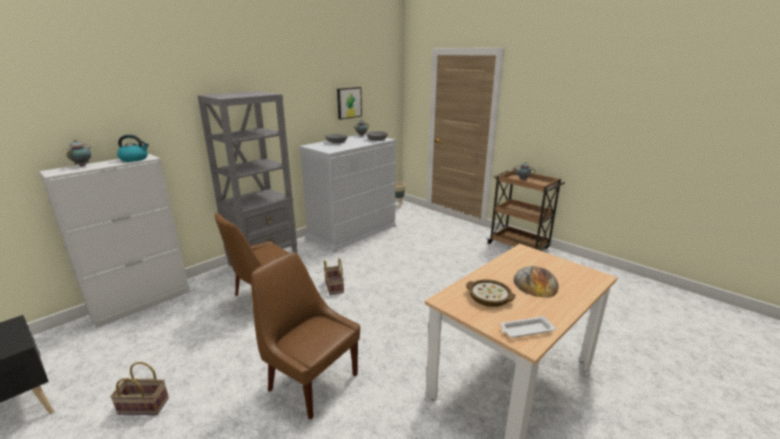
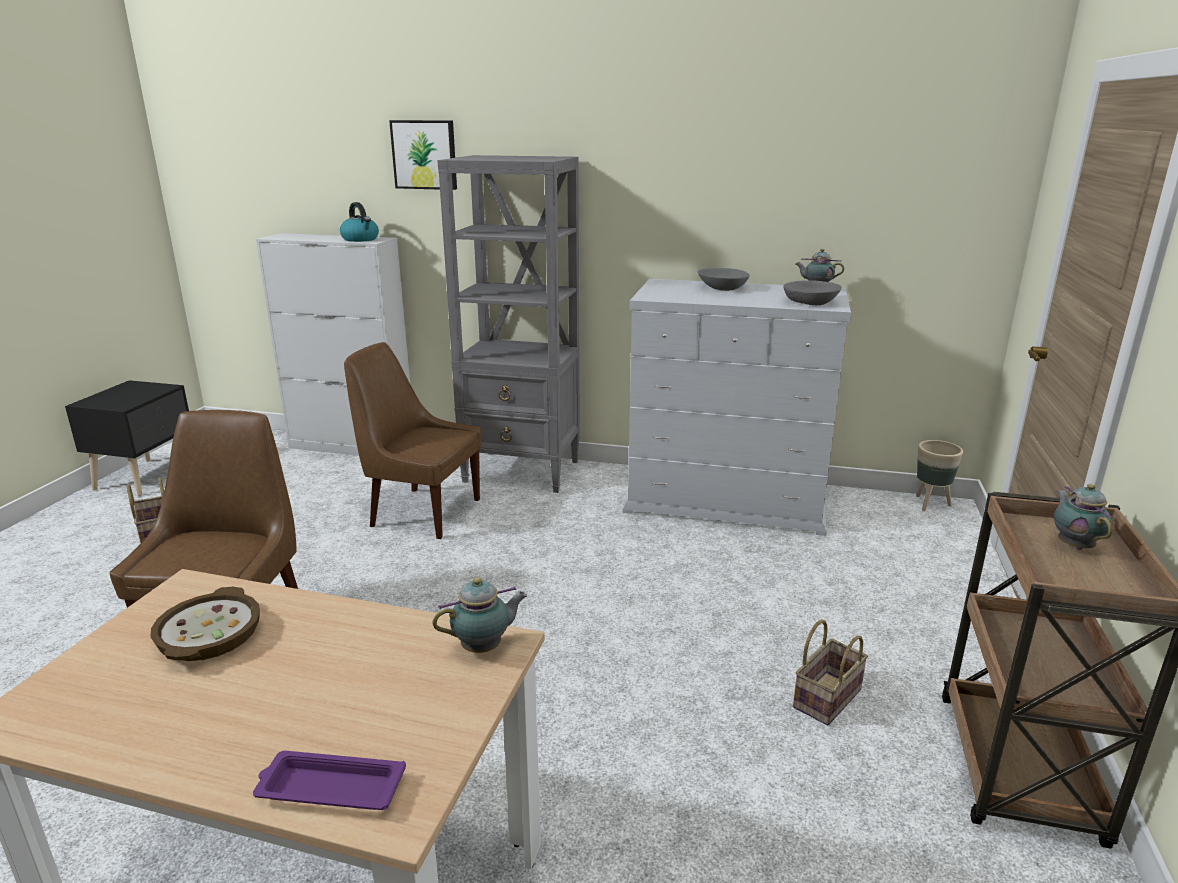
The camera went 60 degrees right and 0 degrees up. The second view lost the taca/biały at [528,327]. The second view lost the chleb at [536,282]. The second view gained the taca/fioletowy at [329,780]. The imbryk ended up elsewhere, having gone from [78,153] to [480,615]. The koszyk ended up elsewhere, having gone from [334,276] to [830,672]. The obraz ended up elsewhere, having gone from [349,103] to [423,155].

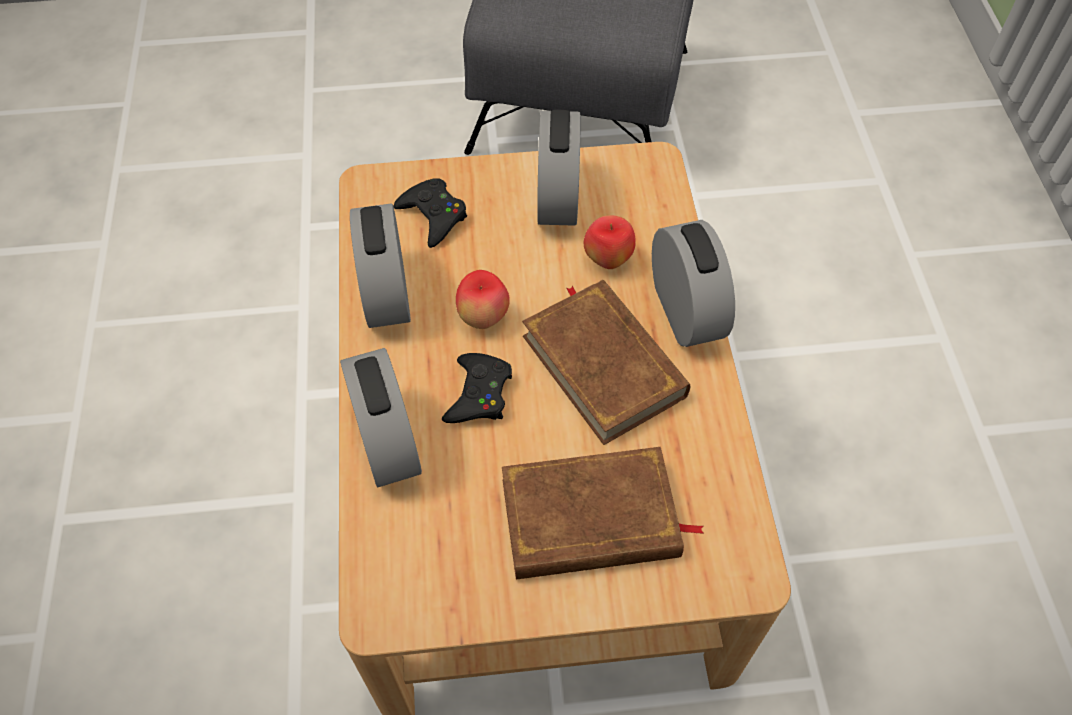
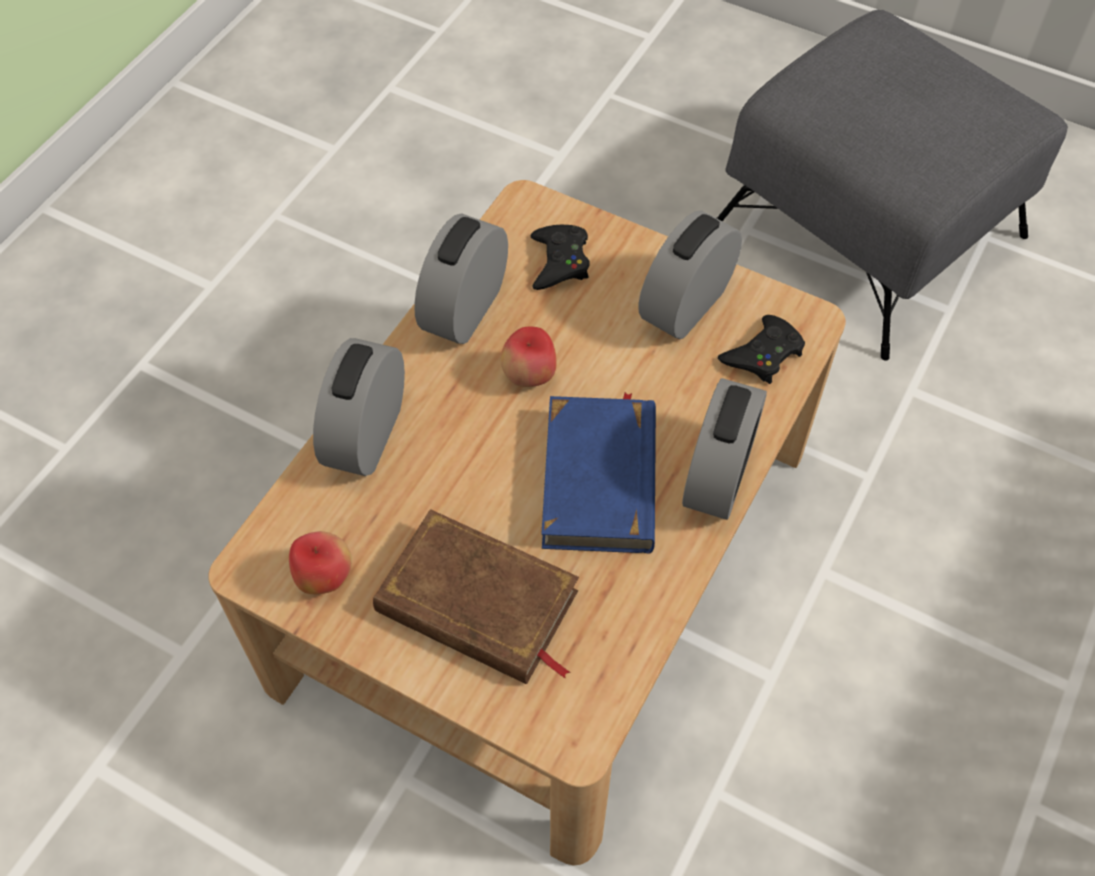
The camera went 35 degrees right and 0 degrees up. The pad do gier/czarny ended up elsewhere, having gone from [477,388] to [761,349]. The jabłko ended up elsewhere, having gone from [610,242] to [320,562]. What was the książka/brązowy at [606,362] turned into the książka/niebieski at [599,472].

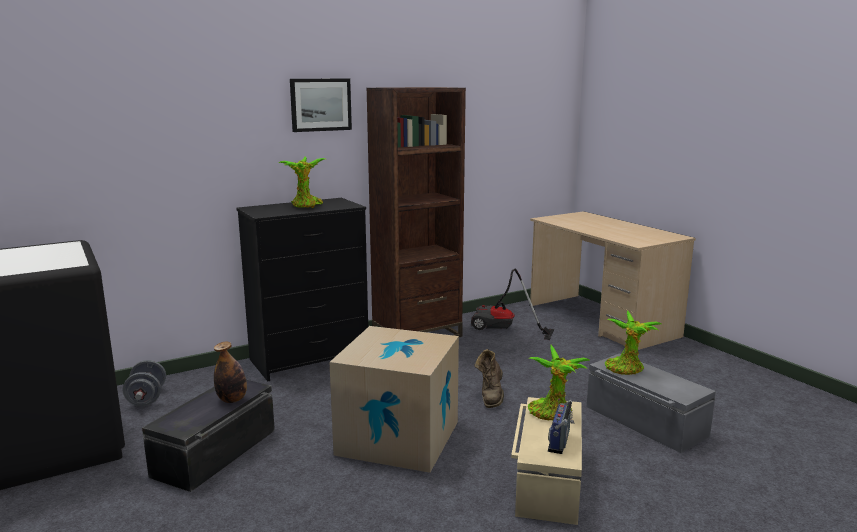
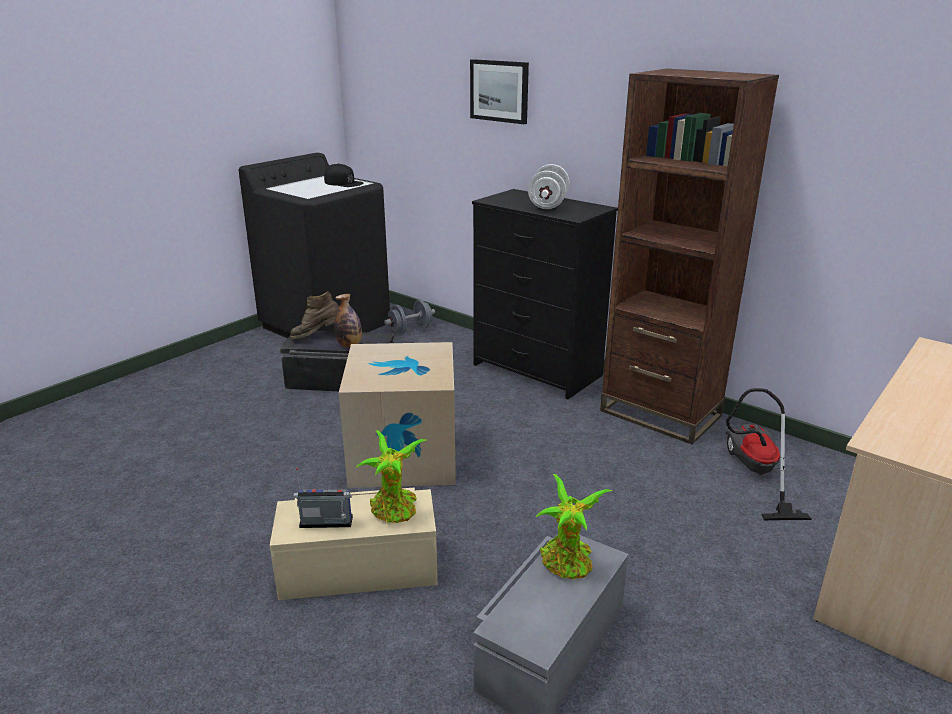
The camera went 70 degrees right and 10 degrees up. The second view gained the czapka z daszkiem/czarny at [343,175]. The obraz ended up elsewhere, having gone from [321,105] to [499,91]. The but z cholewką/brązowy ended up elsewhere, having gone from [489,378] to [314,315]. Where the roślina doniczkowa stood at [302,182], the hantel/biały came to stand at [548,186].

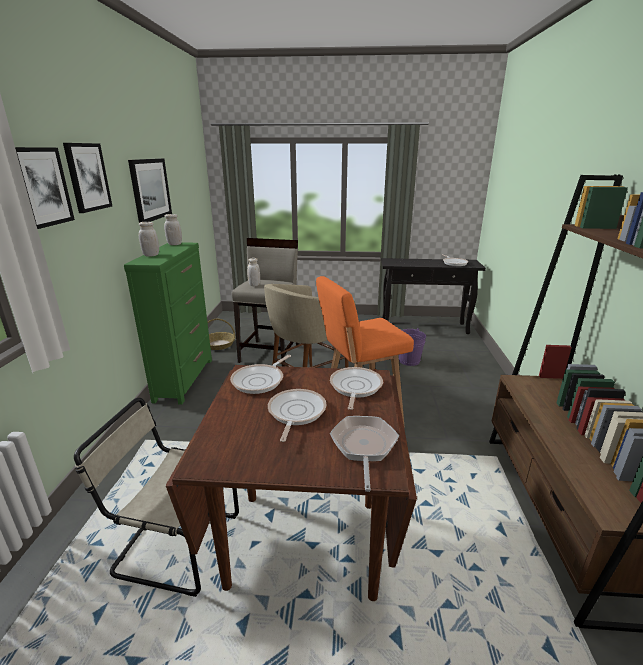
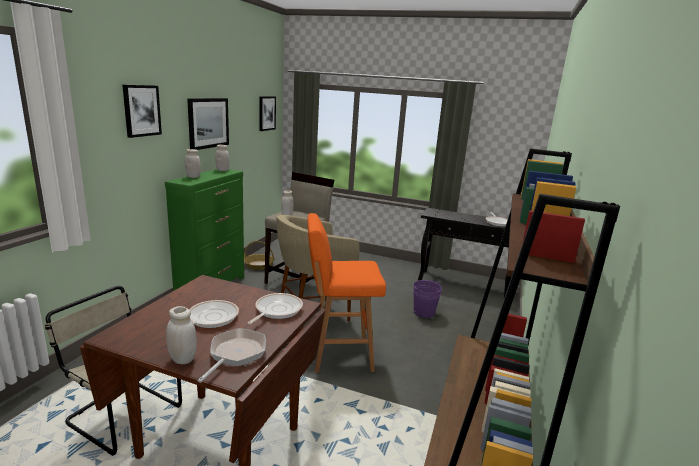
The camera went 15 degrees right and 5 degrees down. The second view lost the patelnia at [260,374]. The second view gained the słoik/biały at [181,335]. The obraz ended up elsewhere, having gone from [45,188] to [267,113].

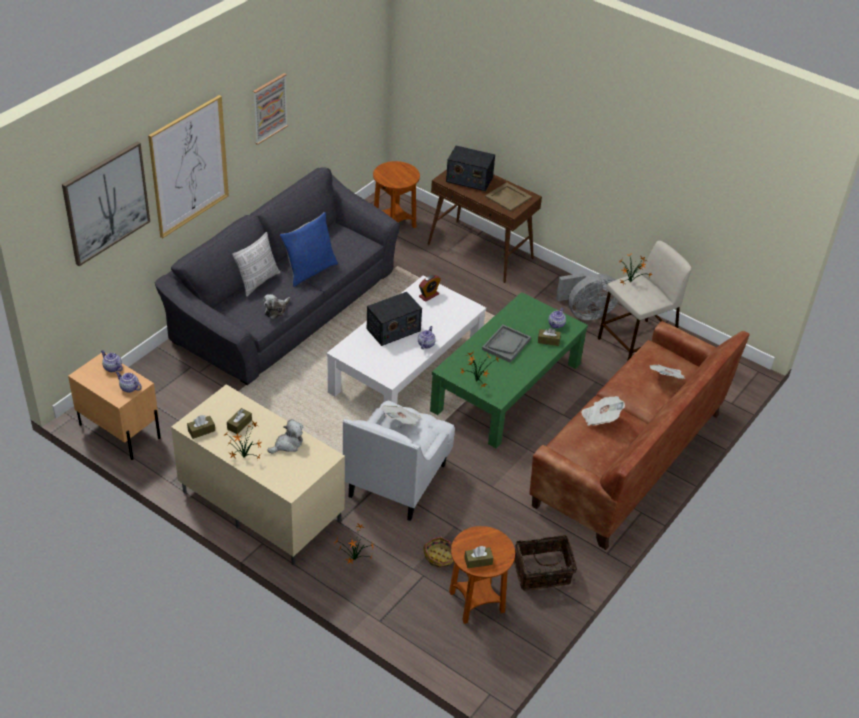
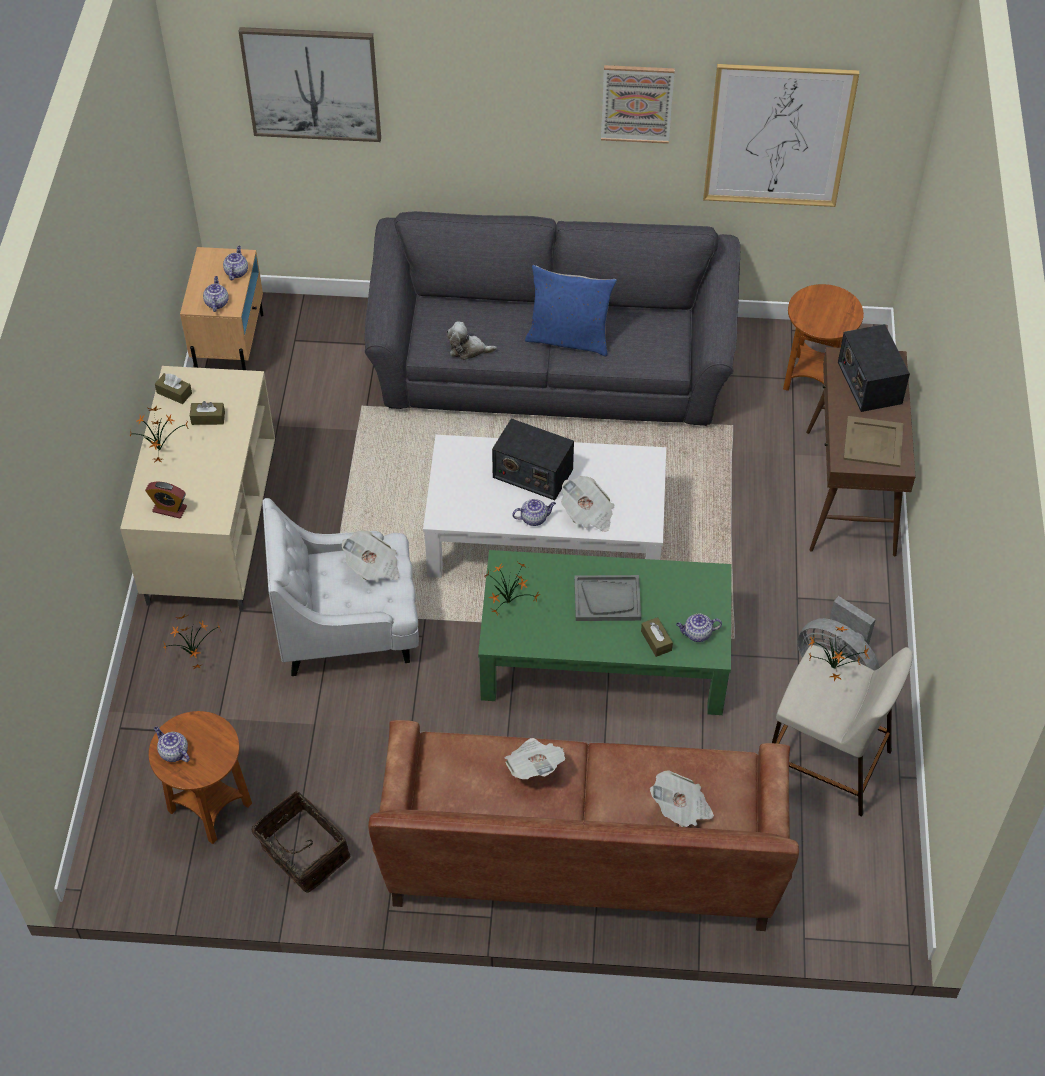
The camera went 60 degrees right and 10 degrees up. The second view lost the poduszka at [256,264]. The second view lost the pluszak at [285,436]. The second view lost the koszyk at [438,552]. The second view gained the gazeta at [587,504]. The obraz ended up elsewhere, having gone from [188,166] to [781,135]. The budzik ended up elsewhere, having gone from [430,288] to [166,500]. Where the pudełko chusteczek/brązowy stood at [478,557], the imbryk came to stand at [172,744].

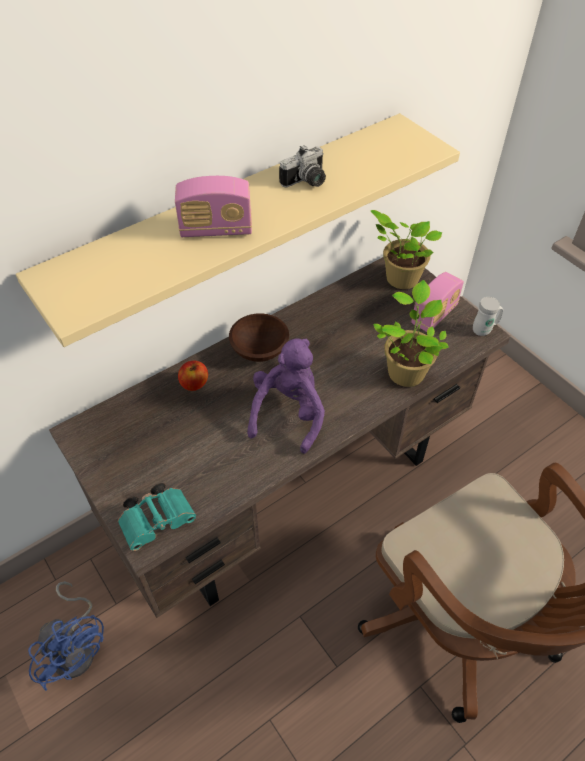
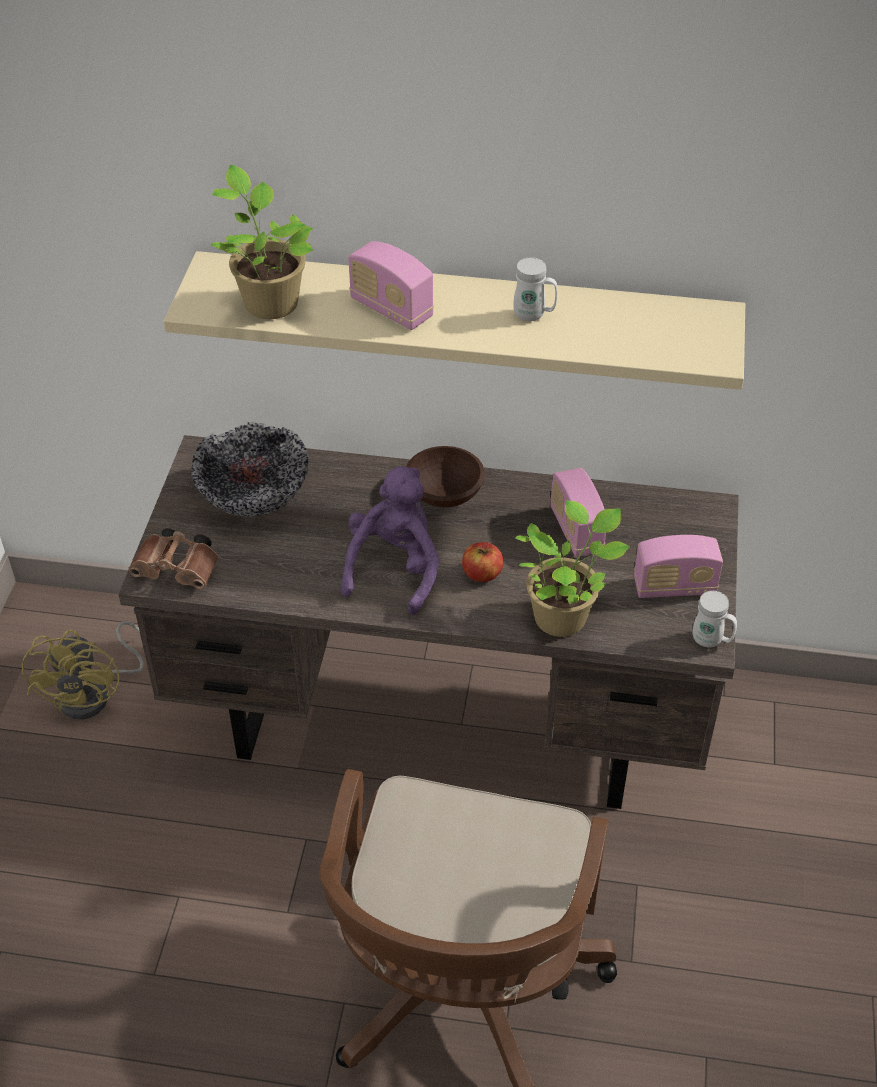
The camera went 45 degrees right and 5 degrees down. The second view gained the miska at [249,469]. The second view gained the radio at [578,512]. The jabłko ended up elsewhere, having gone from [193,376] to [482,562]. The roślina doniczkowa ended up elsewhere, having gone from [406,249] to [262,242]. Where the aparat fotograficzny stood at [302,166], the kubek/biały came to stand at [536,289]. What was the wentylator/niebieski at [66,636] turned into the wentylator/żółty at [83,670]. What was the lornetka/turkusowy at [157,517] turned into the lornetka/brązowy at [173,558]. The pluszak/fioletowy at [286,396] ended up facing another way, 45 degrees counterclockwise from before.

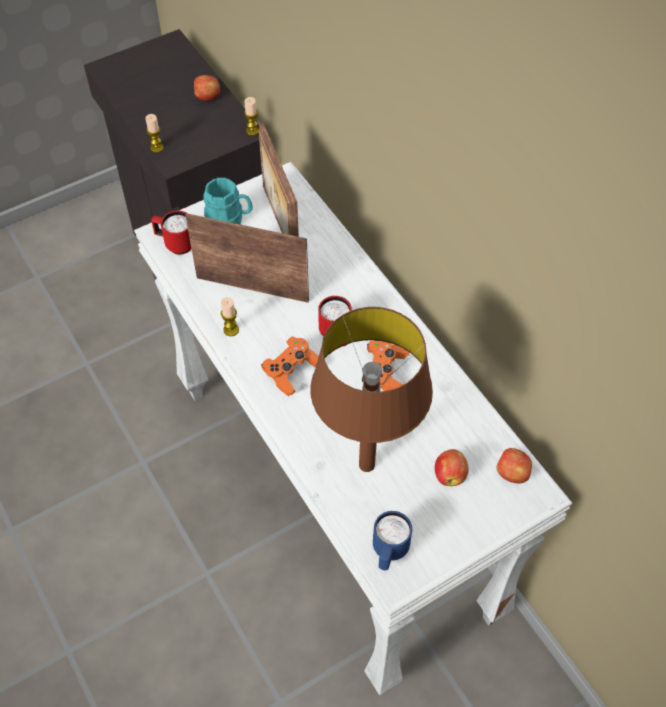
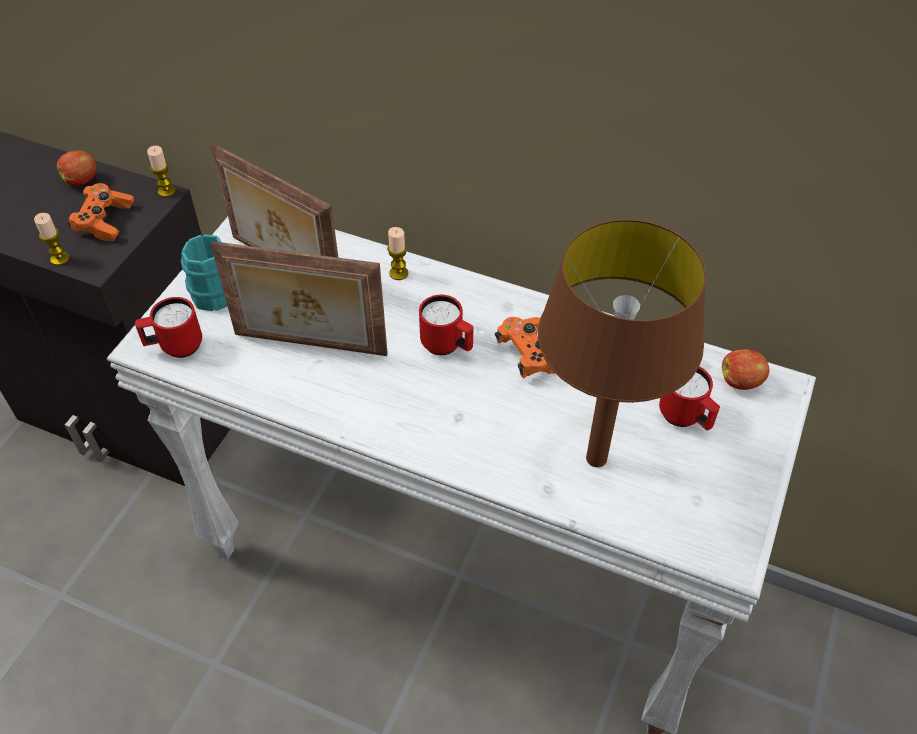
The camera went 35 degrees left and 5 degrees down. The second view lost the kubek/niebieski at [392,541]. The świeca ended up elsewhere, having gone from [230,316] to [397,253]. The pad do gier/pomarańczowy ended up elsewhere, having gone from [290,366] to [101,212]. Where the jabłko stood at [452,467], the kubek/czerwony came to stand at [689,398]. The ramka na zdjęcie at [247,258] ended up facing another way, 150 degrees counterclockwise from before.

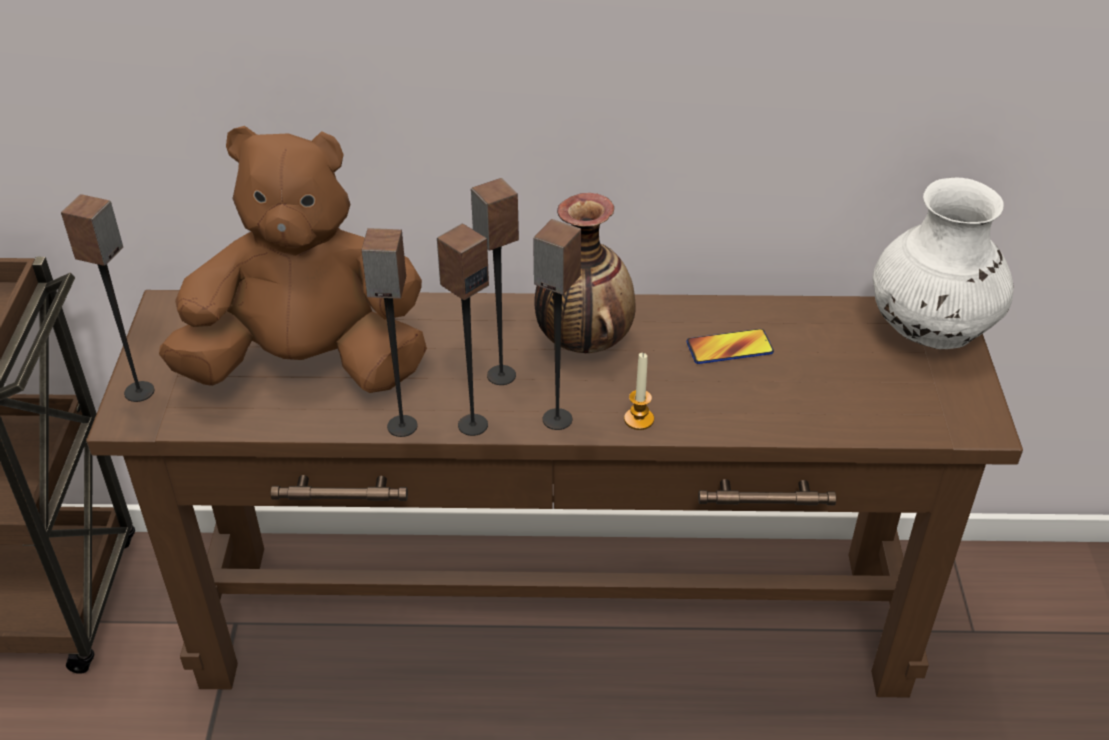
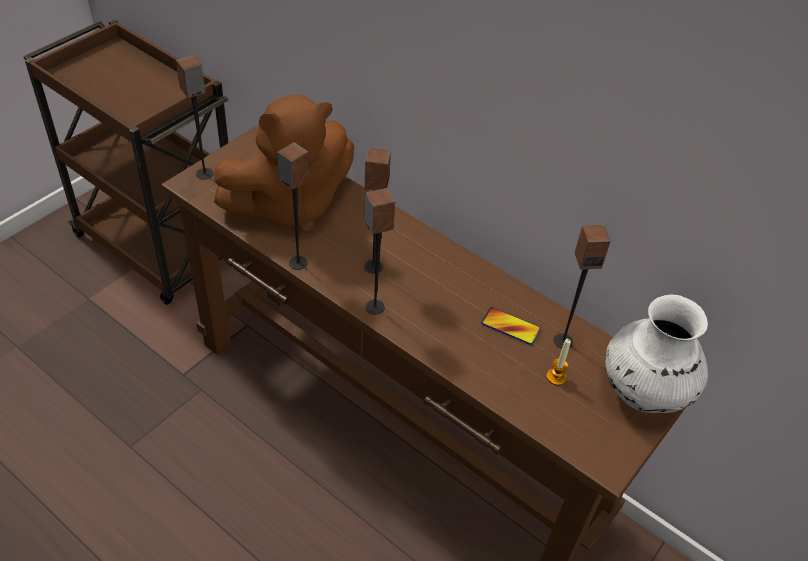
The camera went 35 degrees right and 5 degrees up. The second view lost the wazon at [585,273]. The głośnik ended up elsewhere, having gone from [463,330] to [582,286]. The świeca ended up elsewhere, having gone from [639,391] to [558,362]. The pluszak/brązowy at [293,259] ended up facing another way, 120 degrees clockwise from before.

